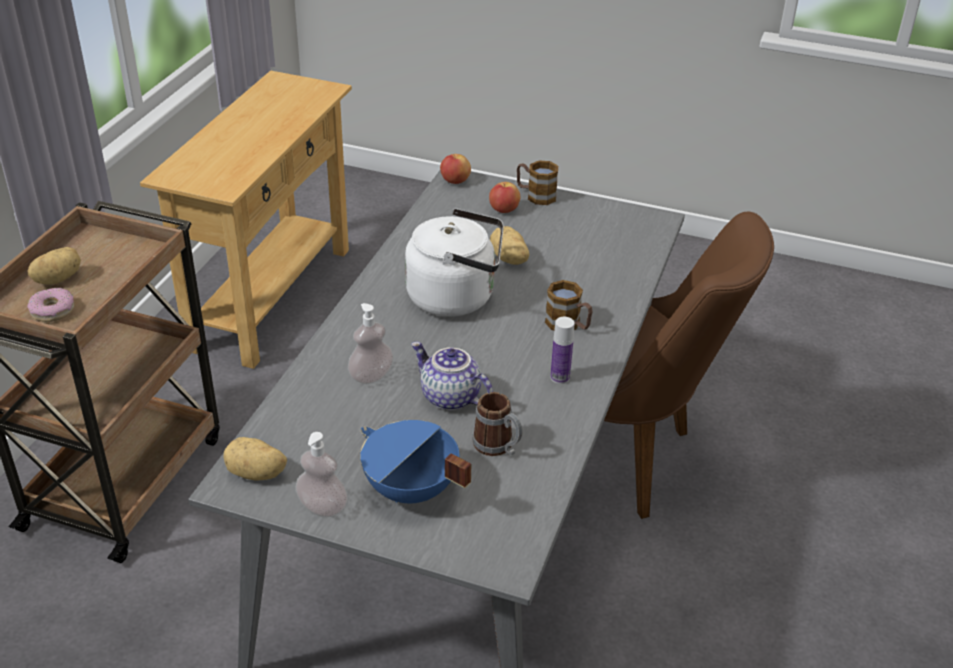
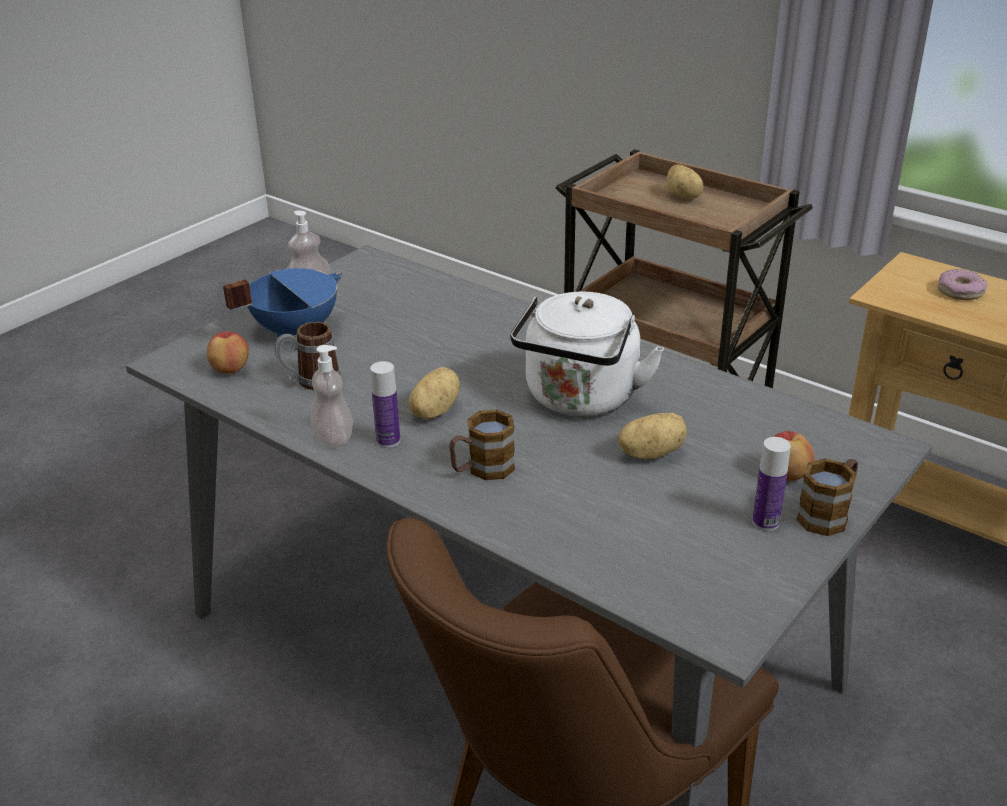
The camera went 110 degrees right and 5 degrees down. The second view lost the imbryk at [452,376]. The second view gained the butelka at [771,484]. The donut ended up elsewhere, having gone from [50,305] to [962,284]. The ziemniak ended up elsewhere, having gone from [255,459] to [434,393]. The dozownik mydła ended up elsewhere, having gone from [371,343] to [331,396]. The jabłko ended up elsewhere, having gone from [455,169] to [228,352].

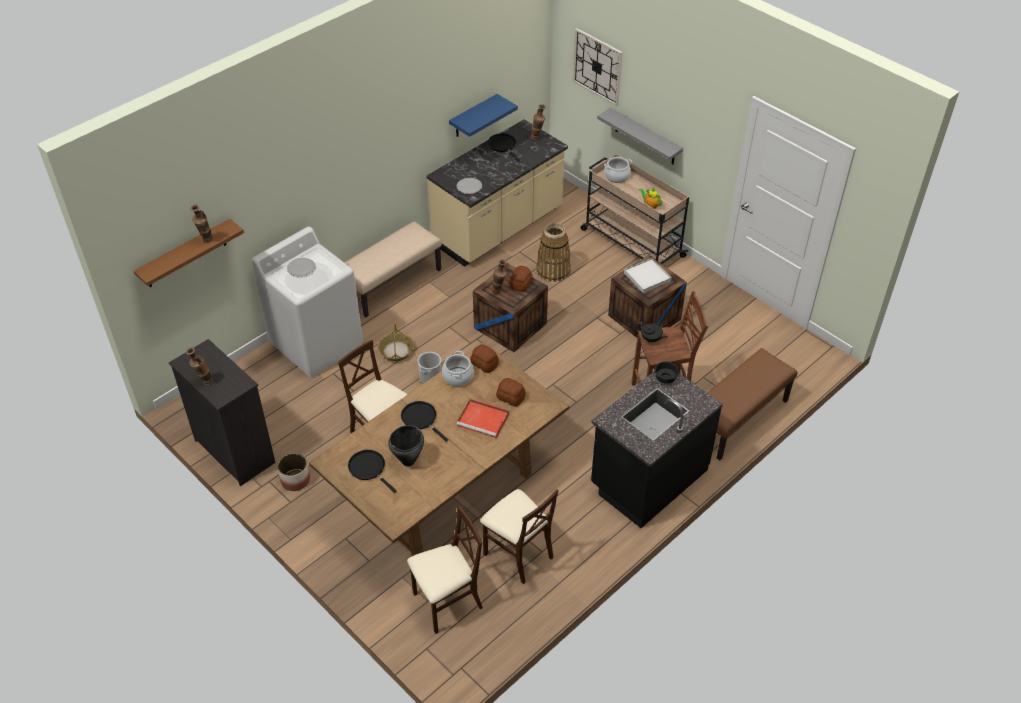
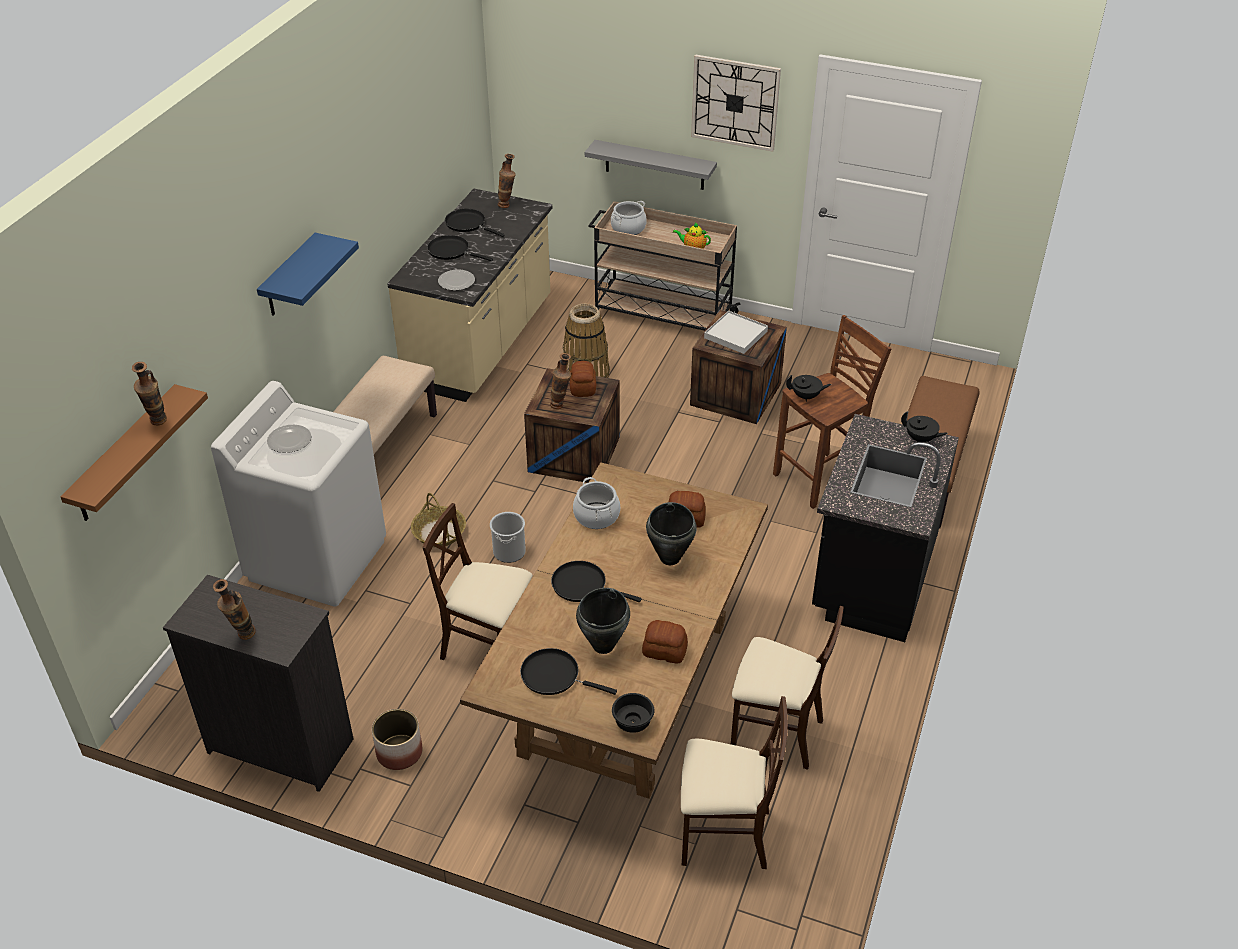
The camera went 25 degrees left and 5 degrees down. The second view gained the patelnia/czarny at [460,248]. The second view gained the imbryk/czarny at [924,426]. The półka/niebieski ended up elsewhere, having gone from [483,115] to [308,274]. The chleb ended up elsewhere, having gone from [484,359] to [665,642]. The zegar ścienny ended up elsewhere, having gone from [598,67] to [736,103]. The miska/czarny ended up elsewhere, having gone from [666,372] to [633,713]. Where the taca/czerwony stood at [482,418], the garnek/czarny came to stand at [671,533]. The krzesło/beżowy at [445,570] ended up facing another way, 60 degrees clockwise from before.

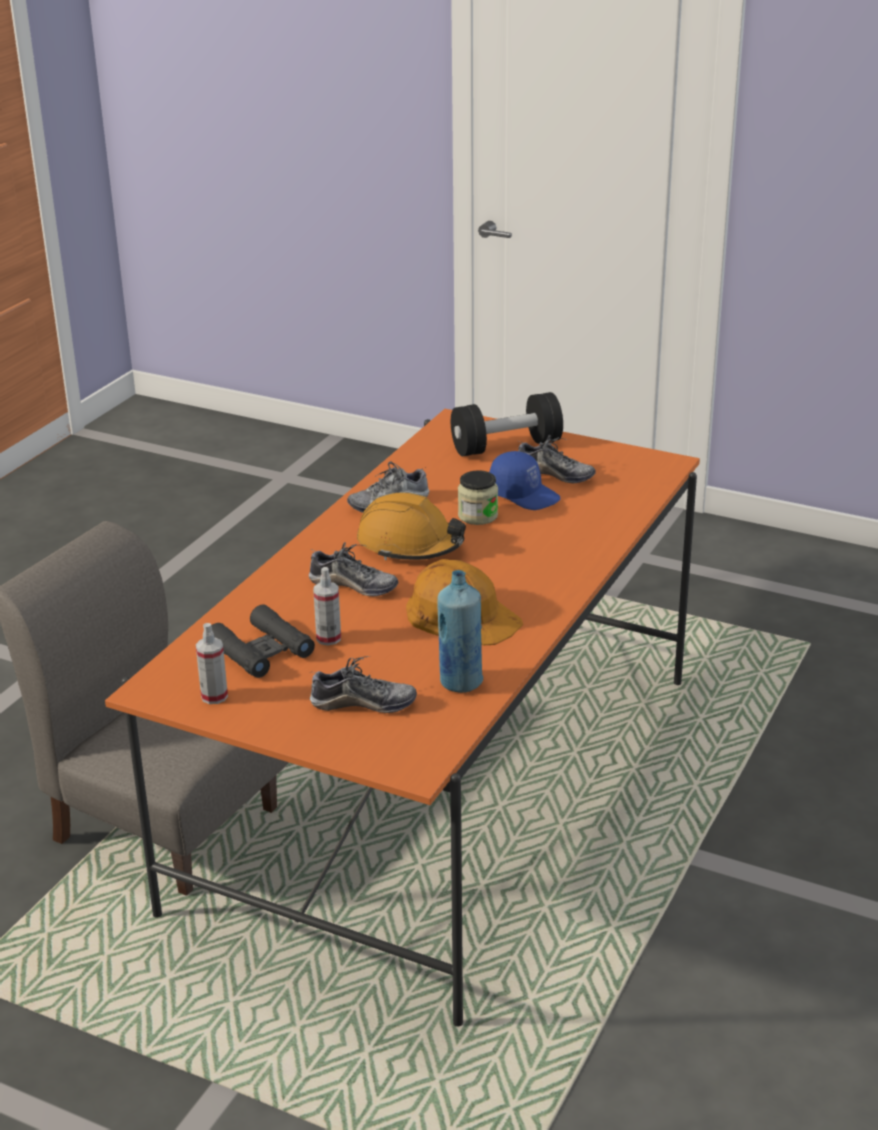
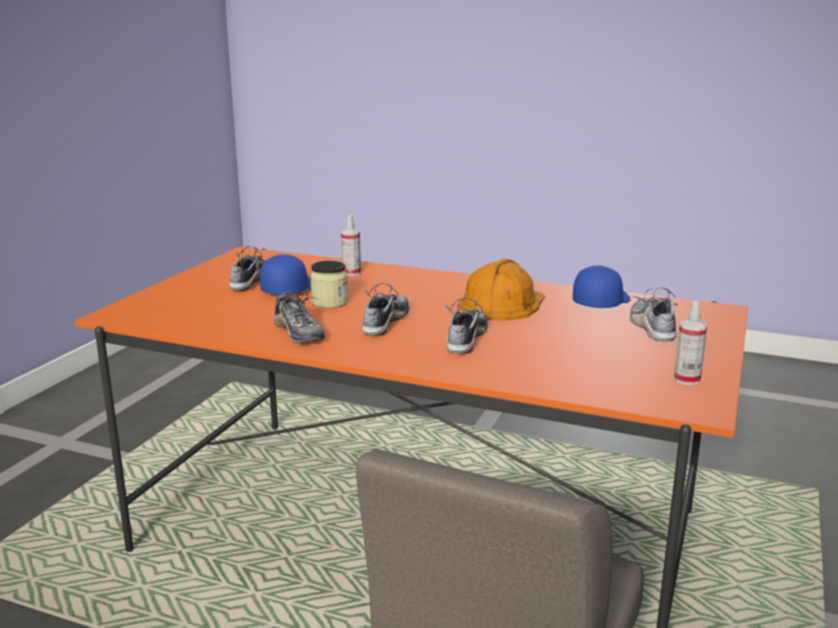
The camera went 95 degrees left and 10 degrees down. The second view lost the lornetka/czarny at [263,641]. The second view lost the hantel/czarny at [507,424]. The spryskiwacz ended up elsewhere, having gone from [327,606] to [351,245]. Where the kask/pomarańczowy stood at [411,526], the but came to stand at [385,309]. Where the butelka/niebieski stood at [460,631], the czapka z daszkiem/niebieski came to stand at [601,286].

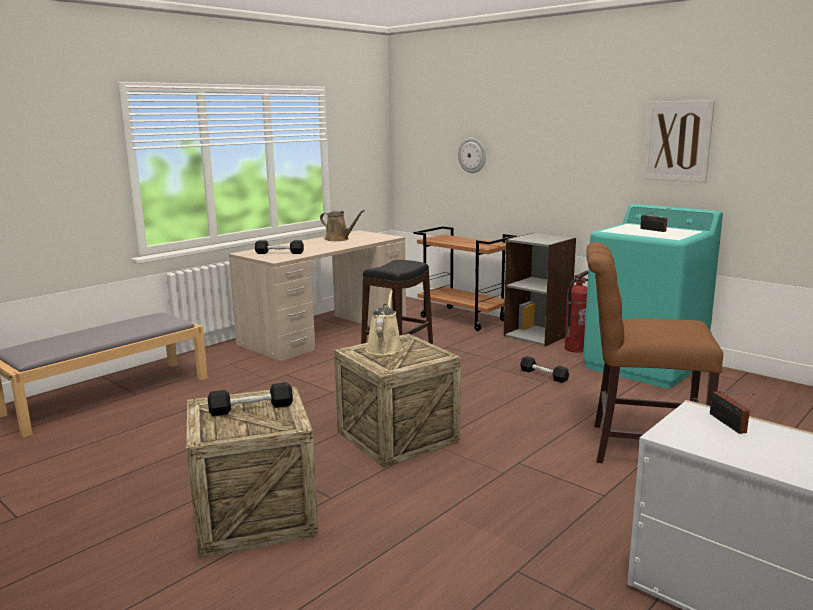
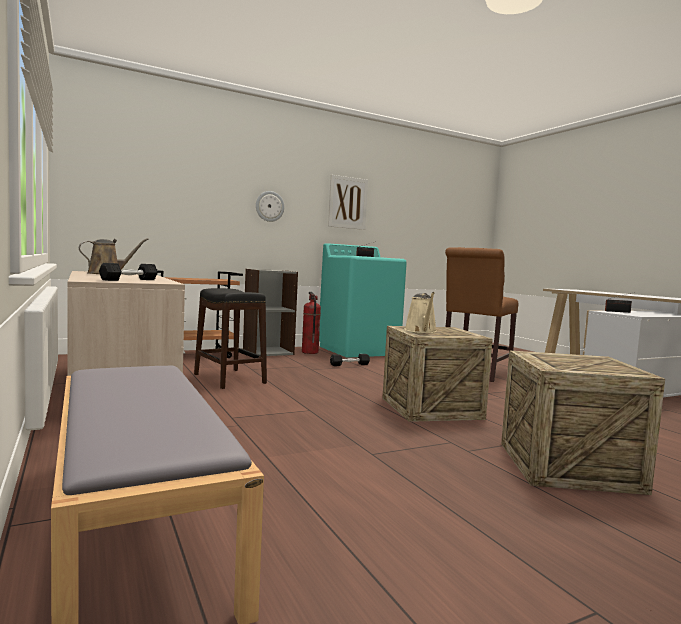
The camera went 70 degrees left and 10 degrees down. The second view lost the hantel/czarny at [250,399]. The zegar ścienny ended up elsewhere, having gone from [472,155] to [270,206]. The konewka/beżowy at [384,322] ended up facing another way, 120 degrees counterclockwise from before.

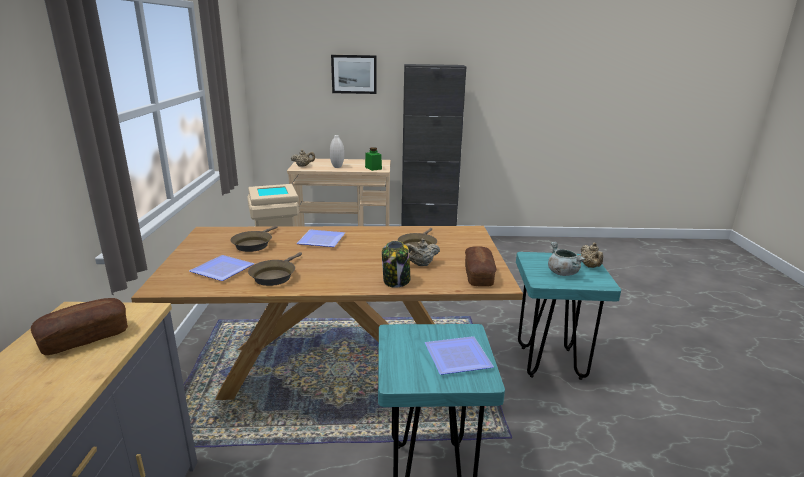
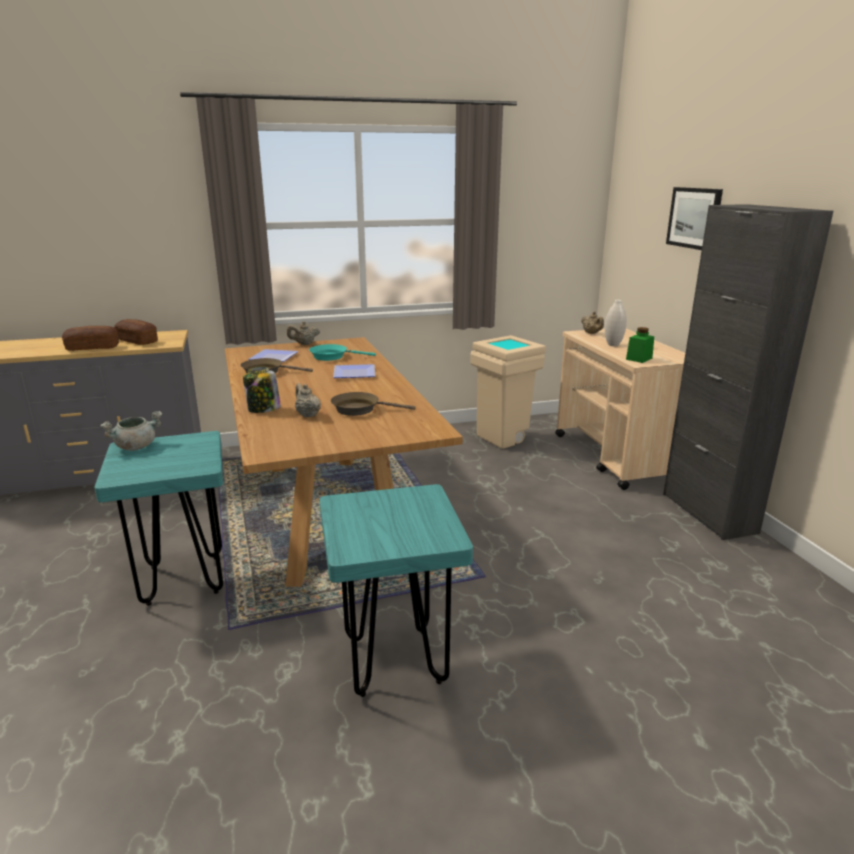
The camera went 75 degrees right and 0 degrees up. The second view lost the talerz at [459,355]. The chleb ended up elsewhere, having gone from [481,266] to [90,338]. The garnek/szary ended up elsewhere, having gone from [566,259] to [131,431]. The imbryk/beżowy ended up elsewhere, having gone from [592,255] to [303,333]. What was the patelnia/brązowy at [253,239] turned into the patelnia/turkusowy at [342,352].

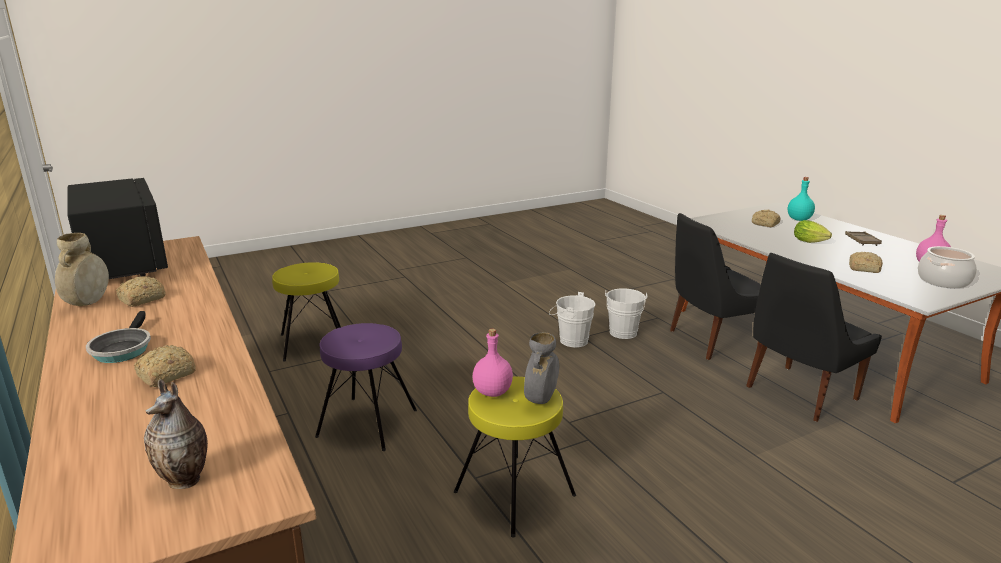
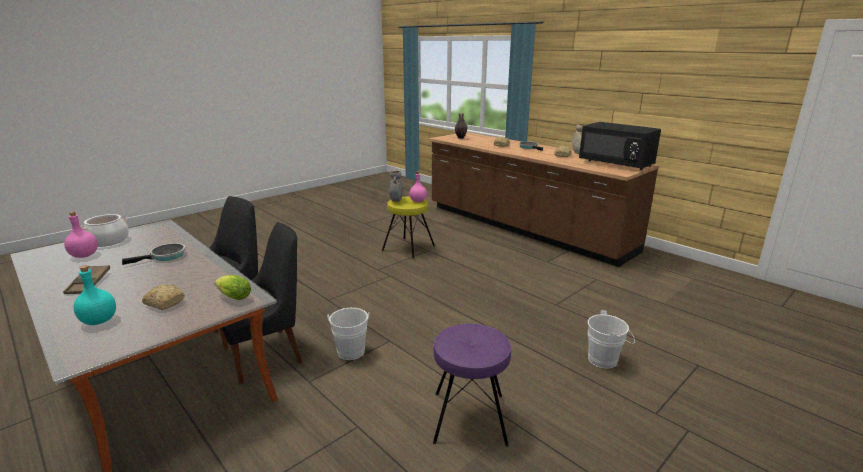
The camera went 165 degrees right and 0 degrees up. The second view lost the stołek/żółty at [306,312]. The second view lost the chleb at [866,262]. The second view gained the patelnia at [154,254]. The stołek/fioletowy ended up elsewhere, having gone from [366,387] to [472,385]. The wiadro/biały ended up elsewhere, having gone from [572,319] to [611,340]. The sałata ended up elsewhere, having gone from [813,231] to [232,287].

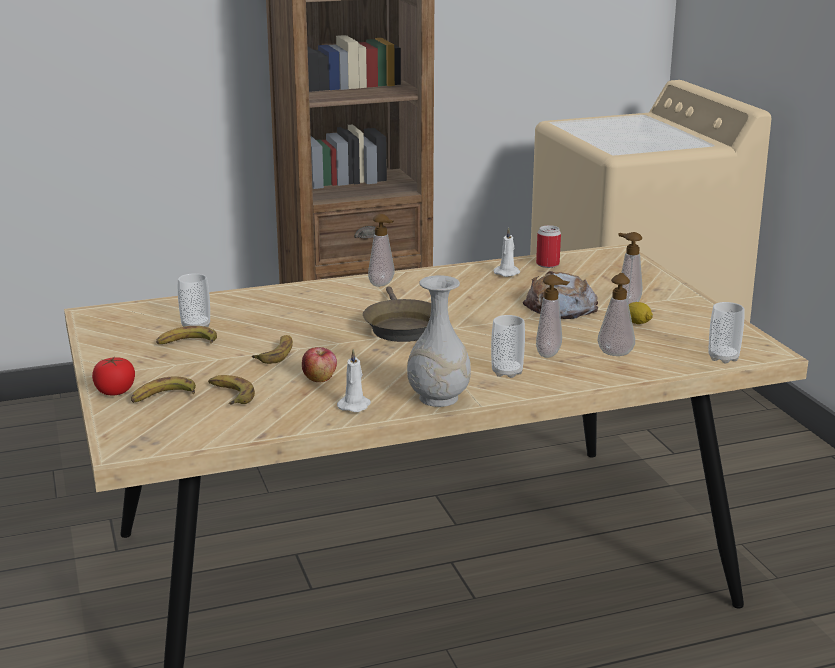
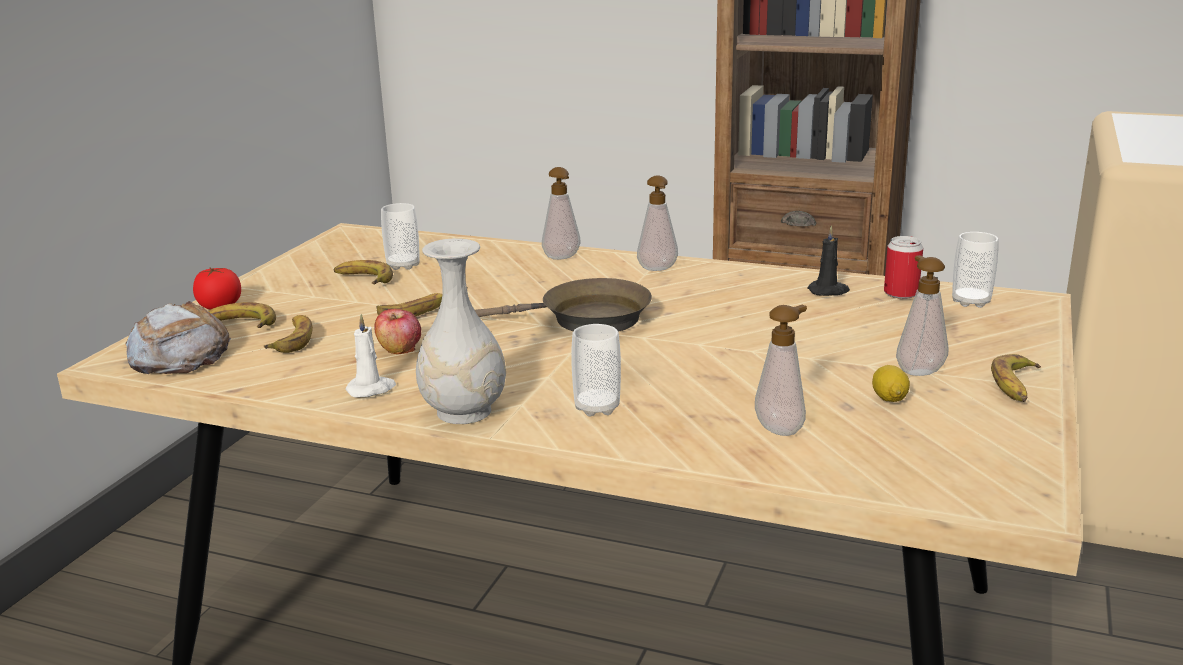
The camera went 40 degrees right and 0 degrees up. The second view gained the banan at [1016,378]. The chleb ended up elsewhere, having gone from [560,295] to [178,337]. The dozownik mydła ended up elsewhere, having gone from [553,316] to [561,213]. The filiżanka ended up elsewhere, having gone from [726,333] to [975,270]. What was the świeca/biały at [507,252] turned into the świeca/czarny at [829,260]. The patelnia/brązowy at [397,314] ended up facing another way, 120 degrees counterclockwise from before.

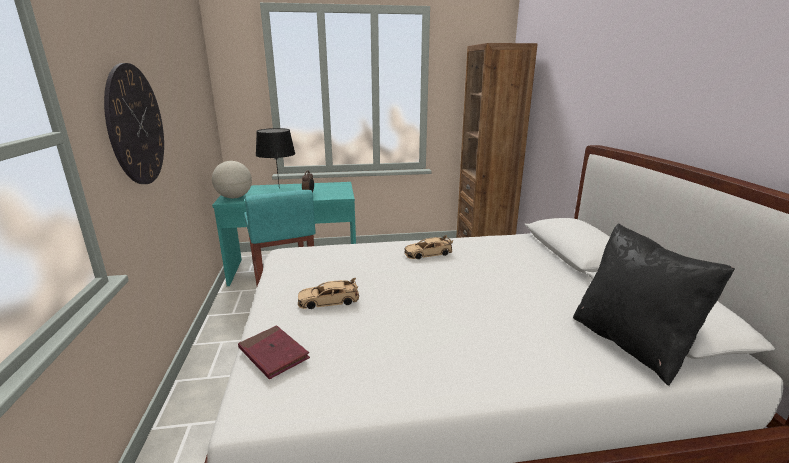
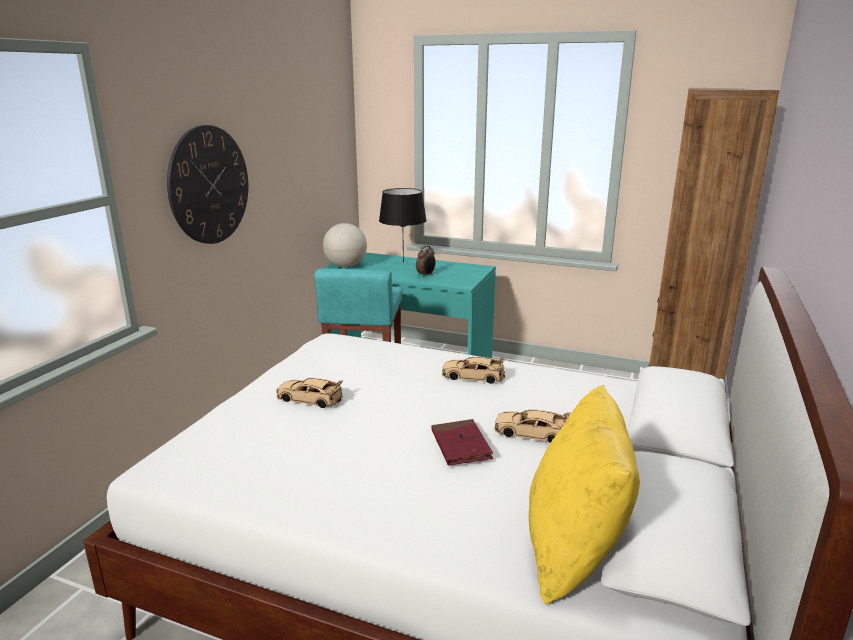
The camera went 30 degrees right and 0 degrees up. The second view gained the samochodzik/beżowy at [532,426]. The książka/czerwony ended up elsewhere, having gone from [274,352] to [462,442]. What was the poduszka/czarny at [654,304] turned into the poduszka/żółty at [584,495].

